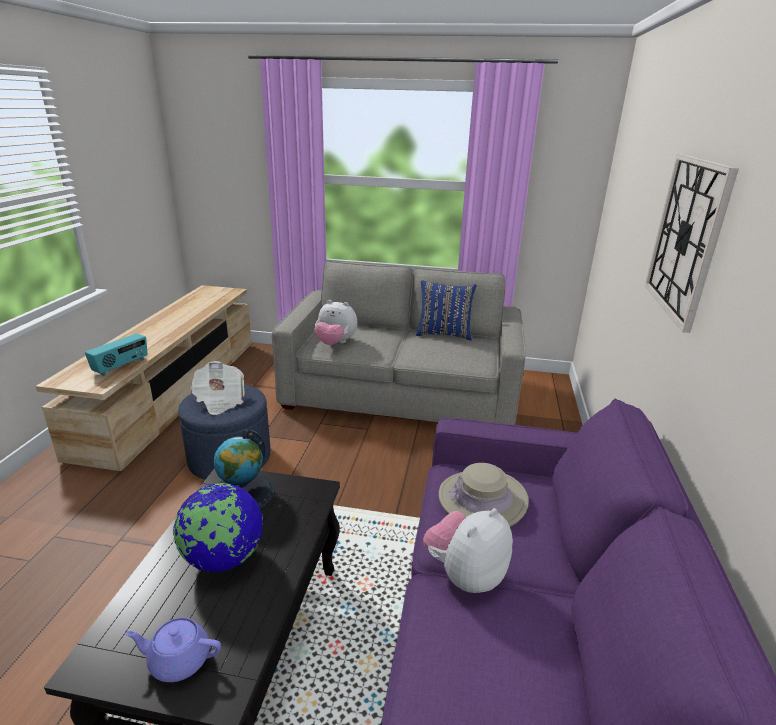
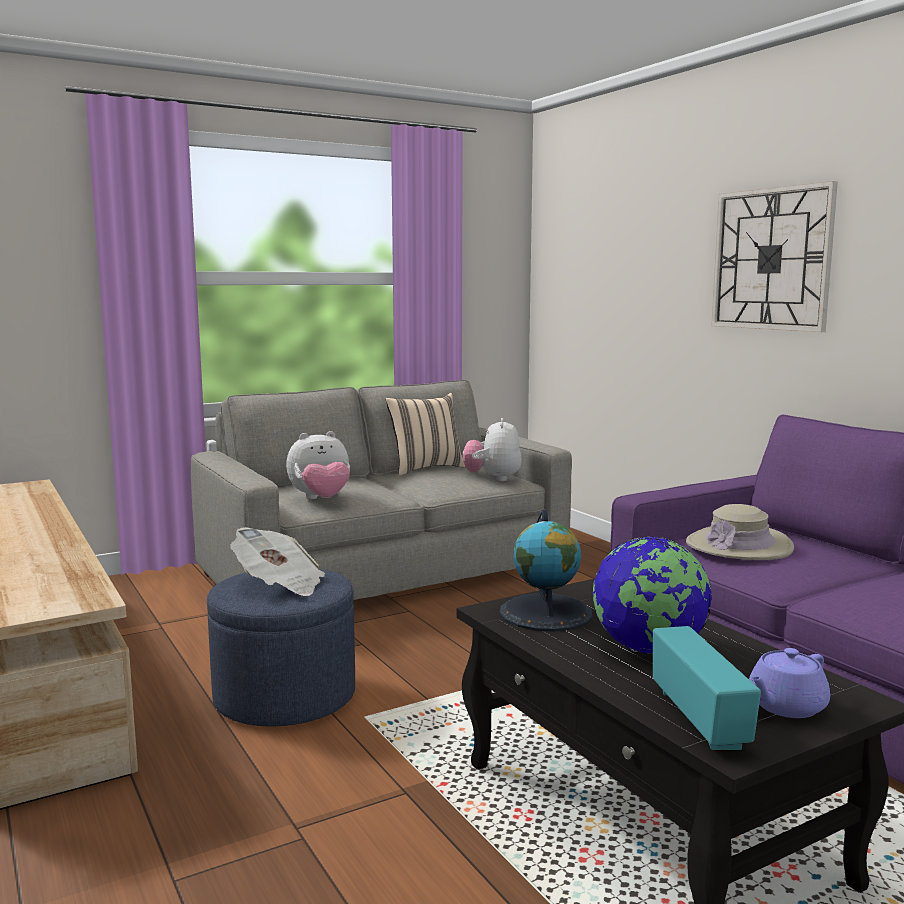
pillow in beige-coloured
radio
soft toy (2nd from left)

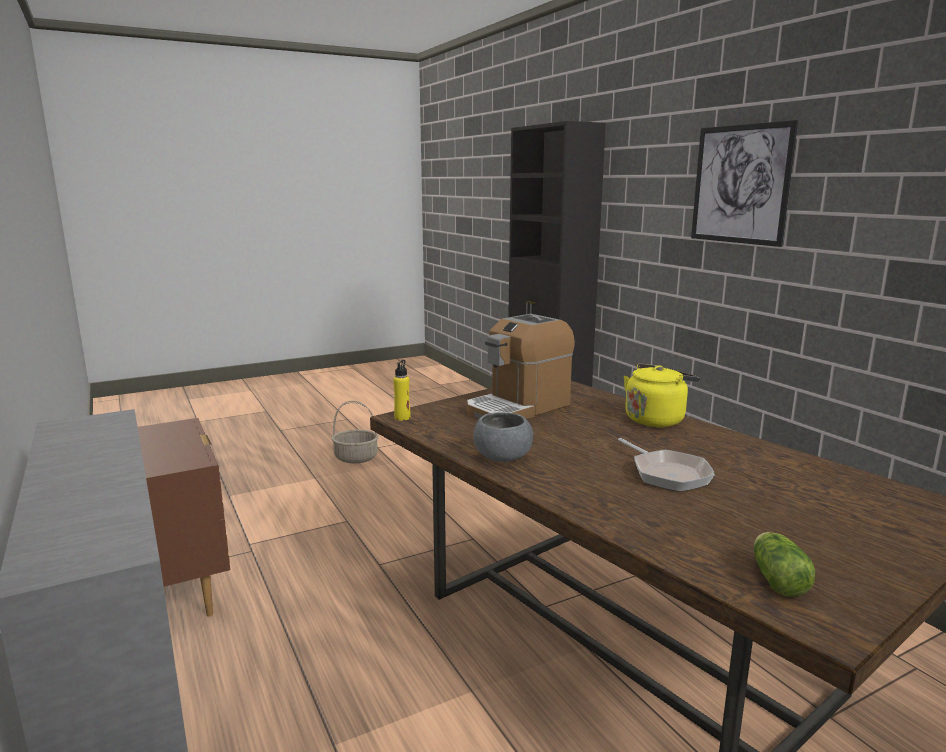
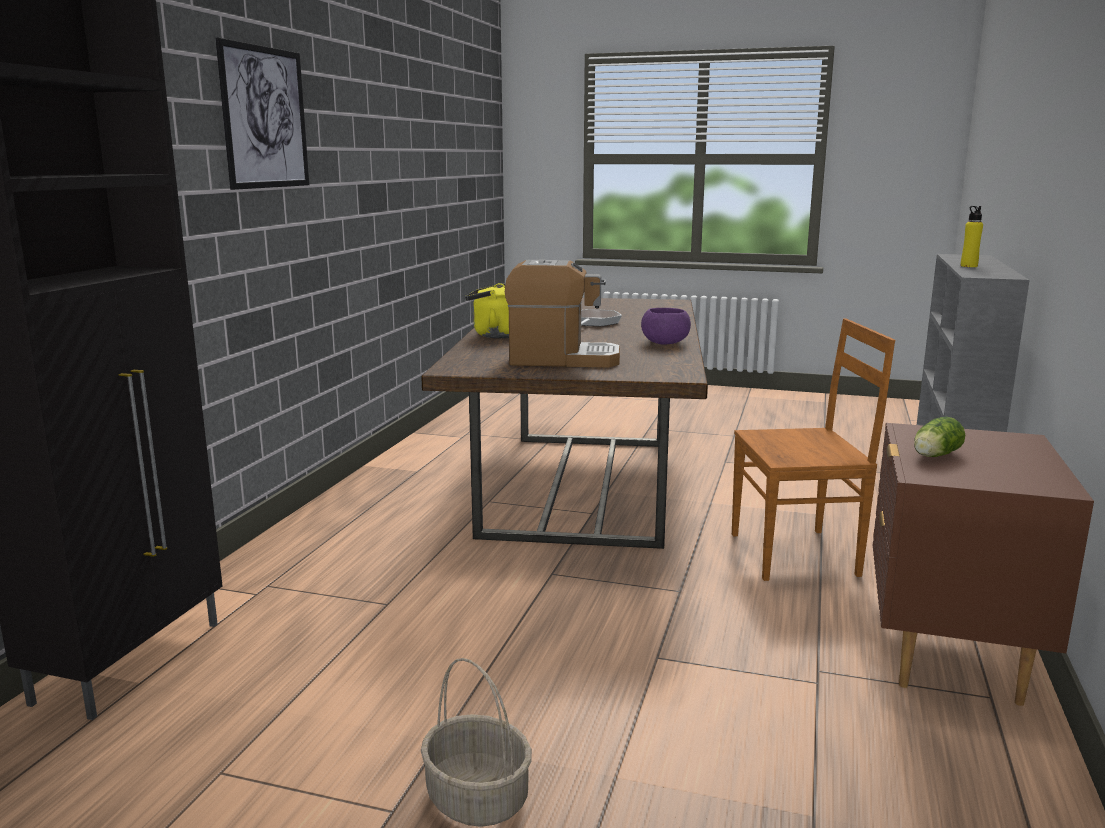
beverage bottle in yellowish
bowl in purplish
head of lettuce
upright chair in brownish

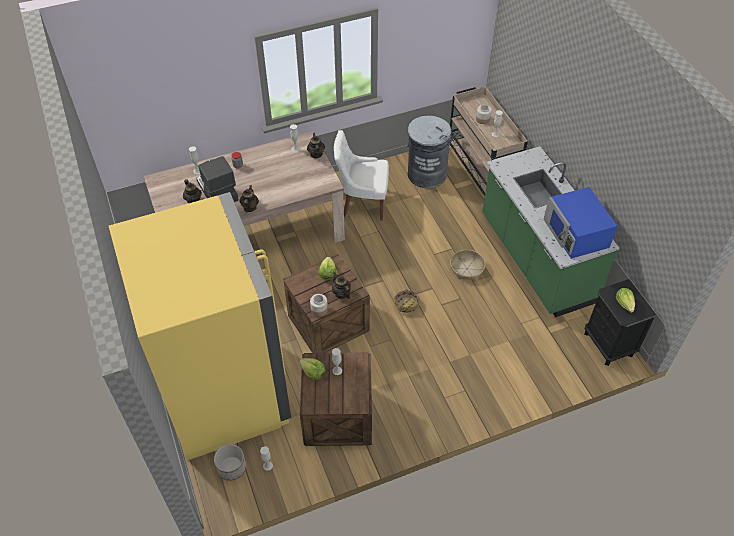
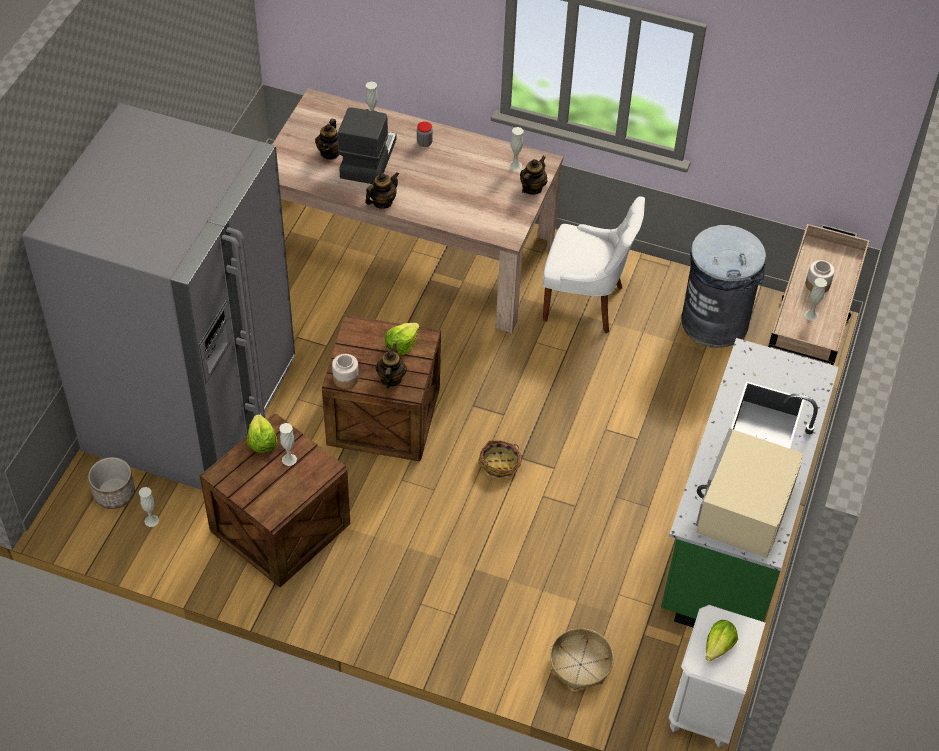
upright chair in white-coloured
microwave in beige-coloured
fridge in greyish
basket (2nd from left)
nightstand in white-coloured

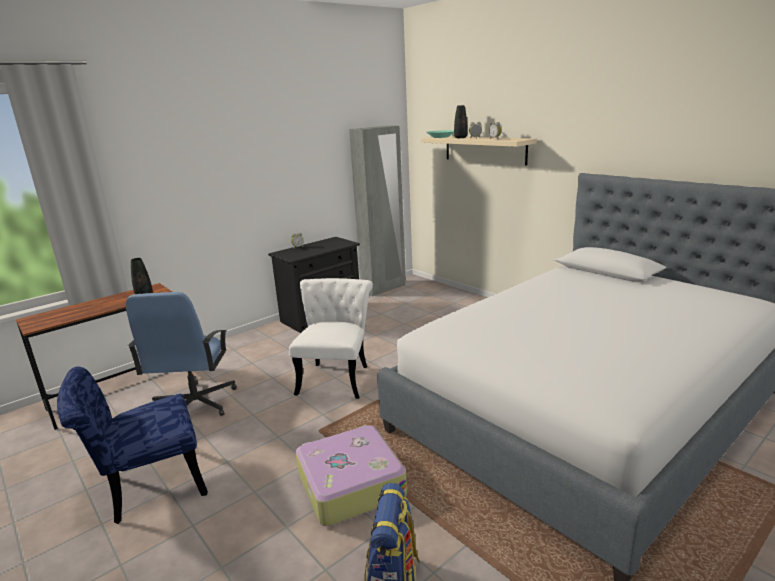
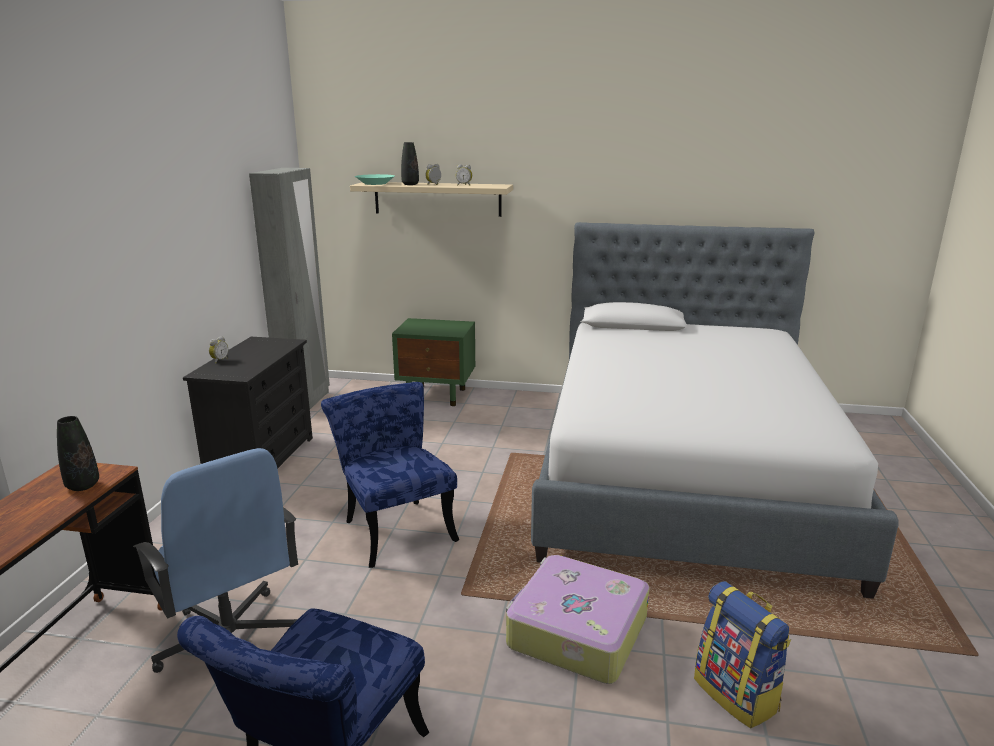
upright chair in bluish (2nd from left)
nightstand in green-coloured

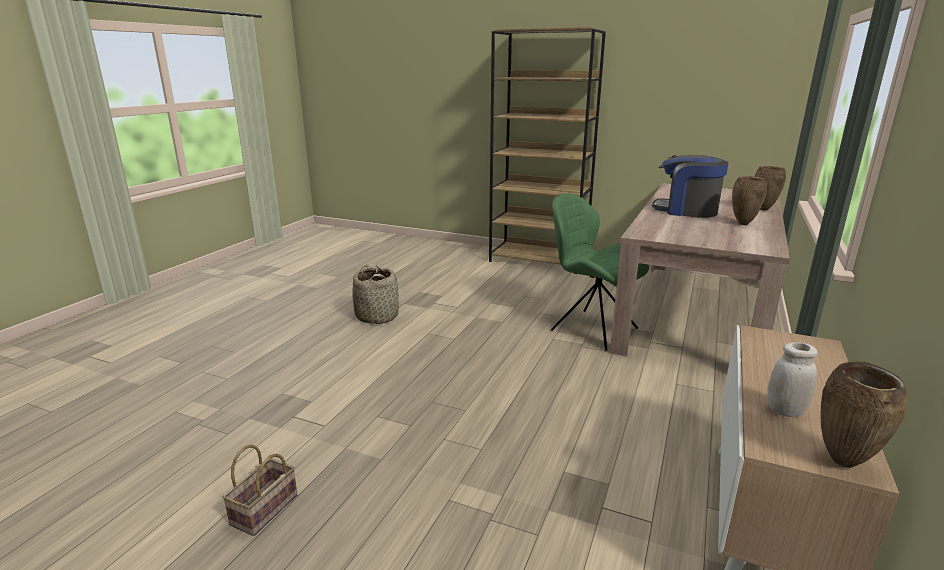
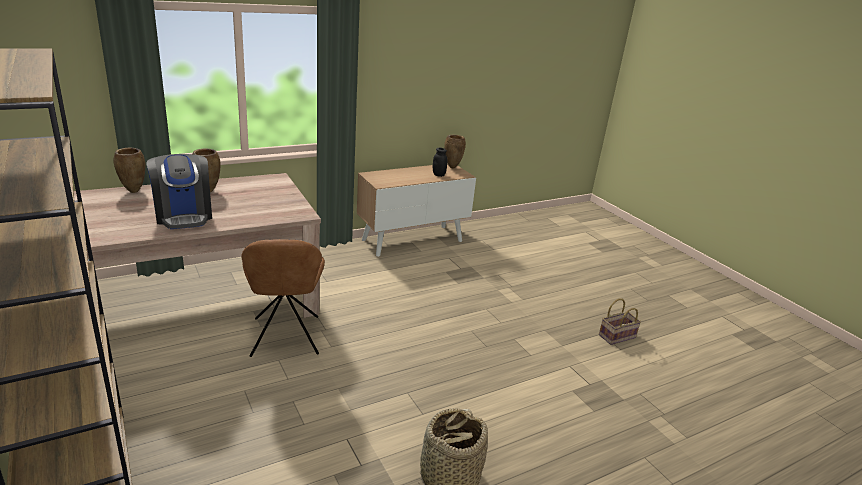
upright chair in brownish
storage jar in black-coloured

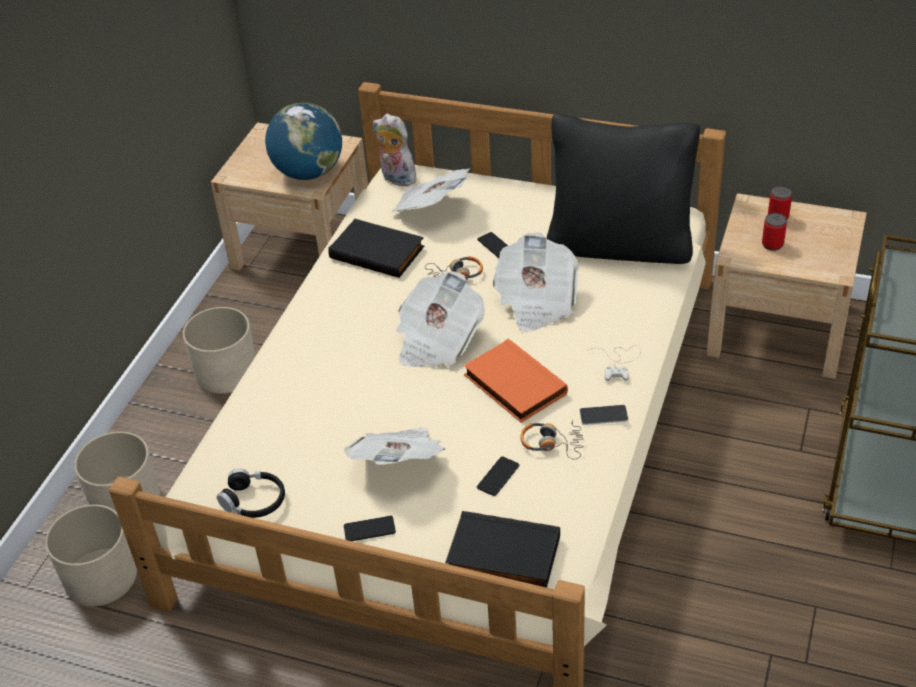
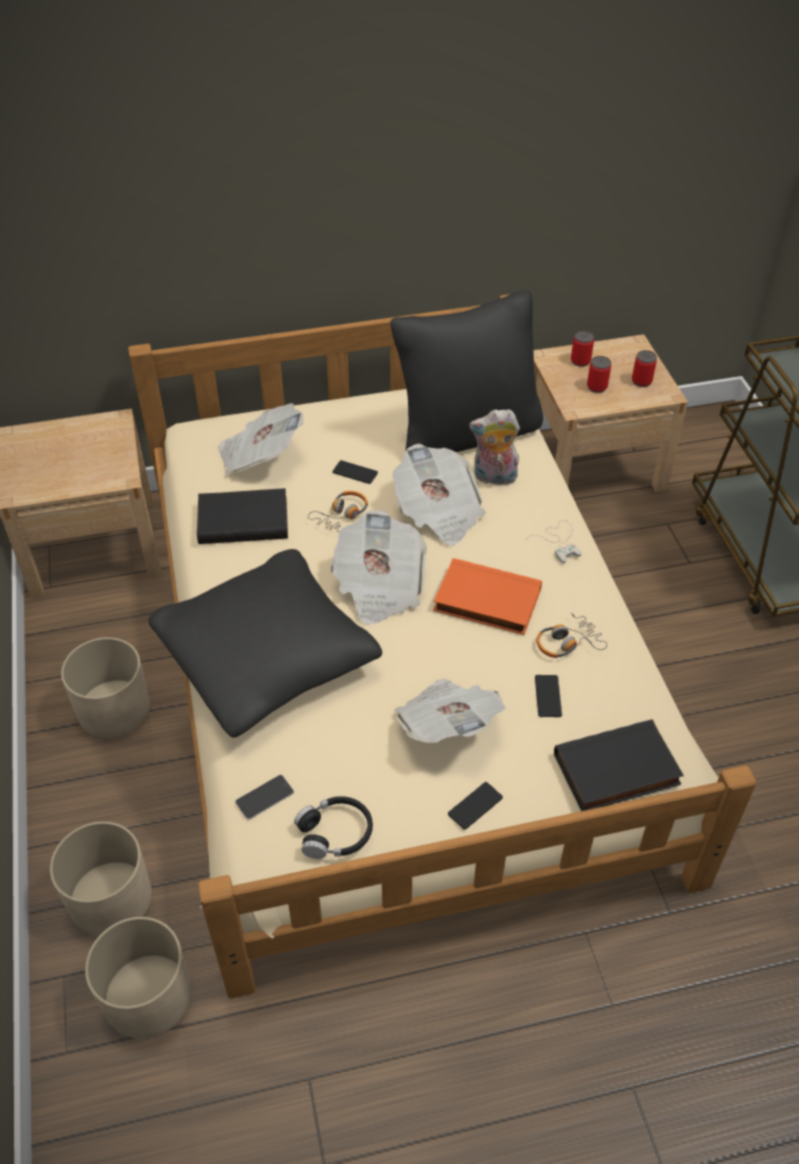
desk globe
soft toy
phone (1st from left)
can (3rd from left)
pillow in black-coloured (1st from left)

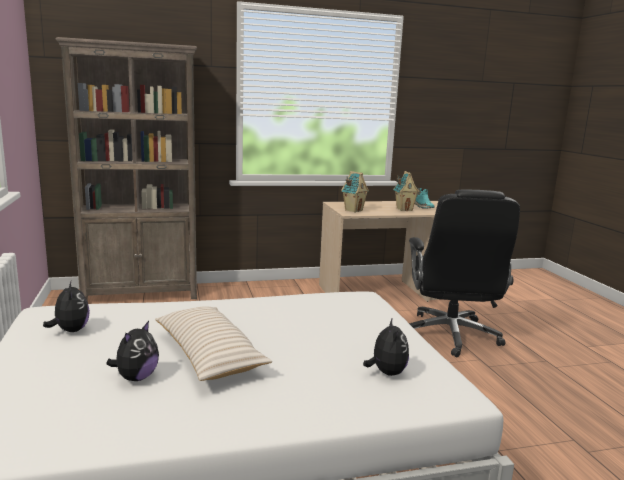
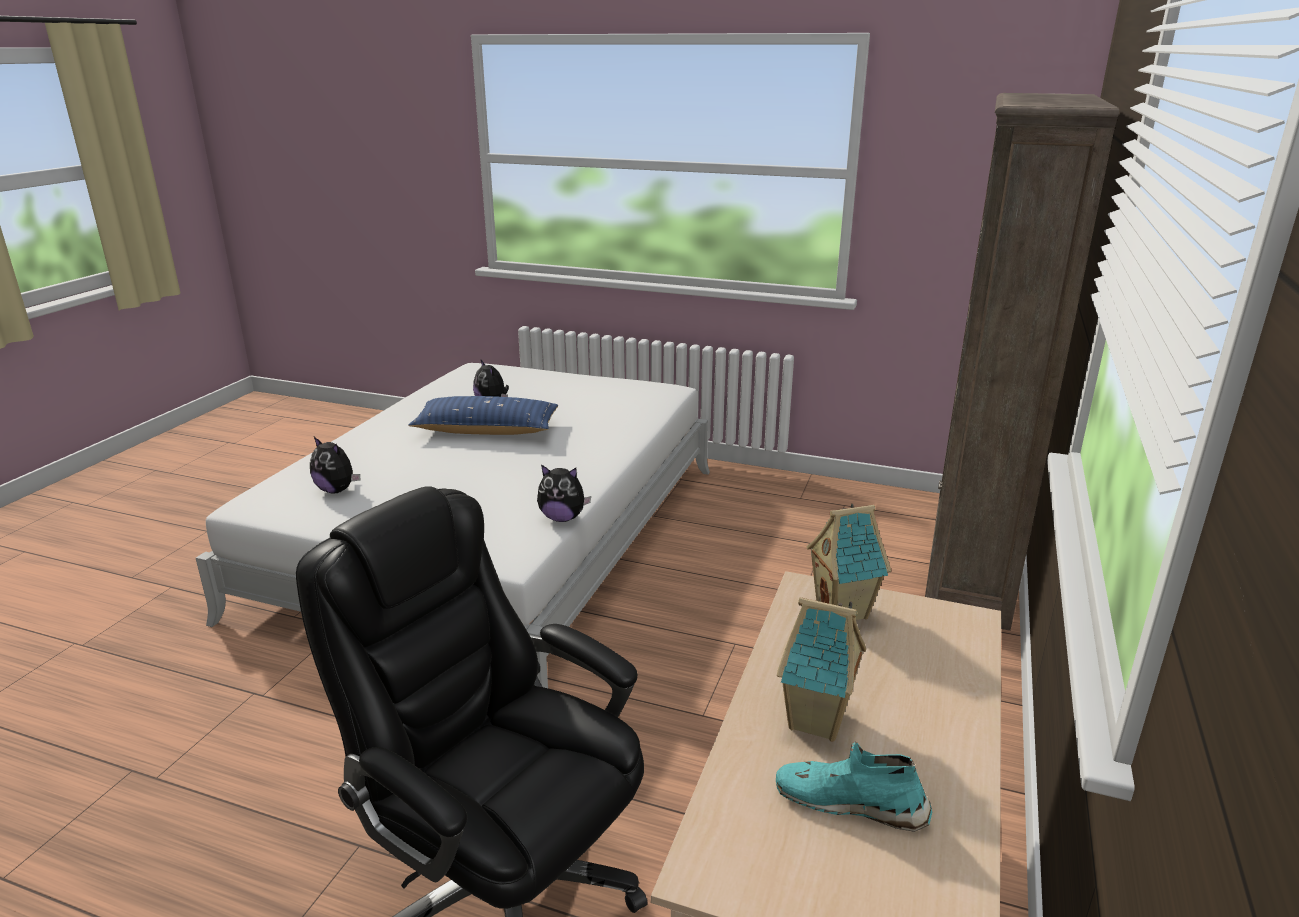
soft toy (3rd from left)
pillow in bluish

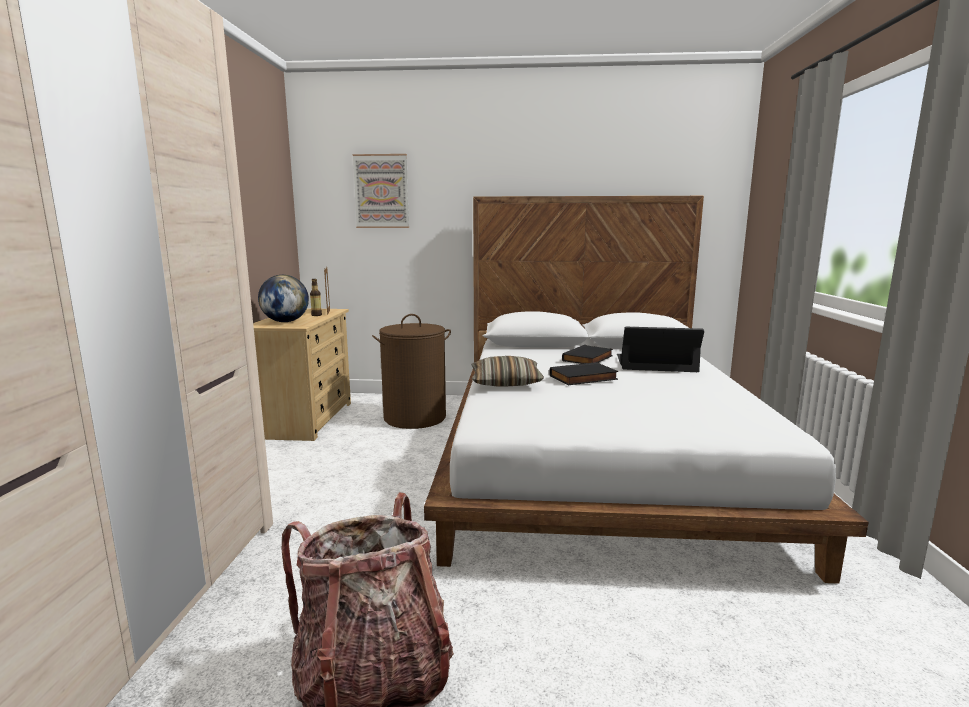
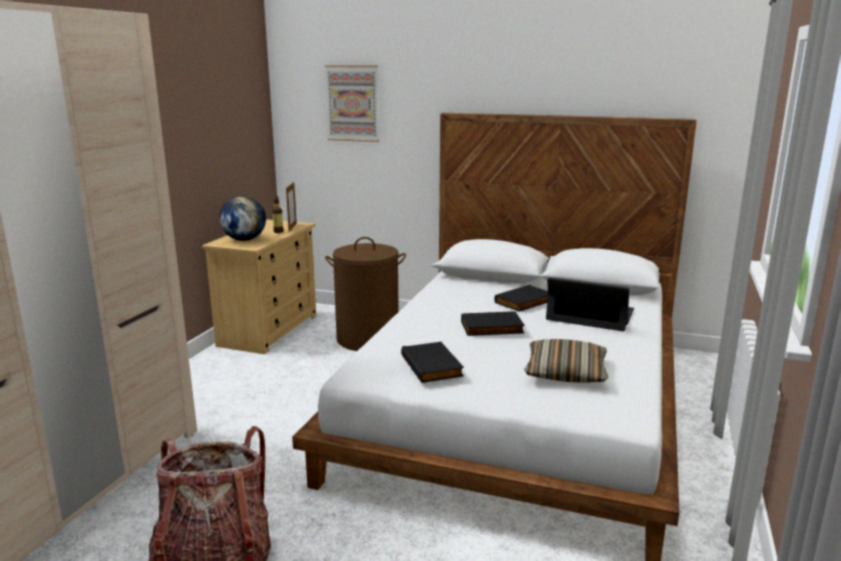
pillow
bound book in black-coloured (1st from left)

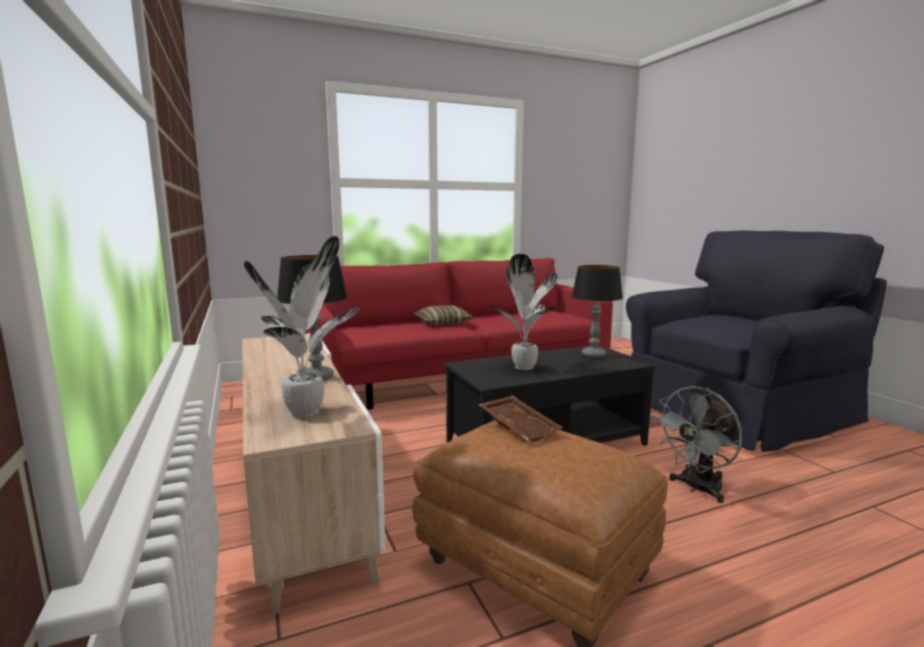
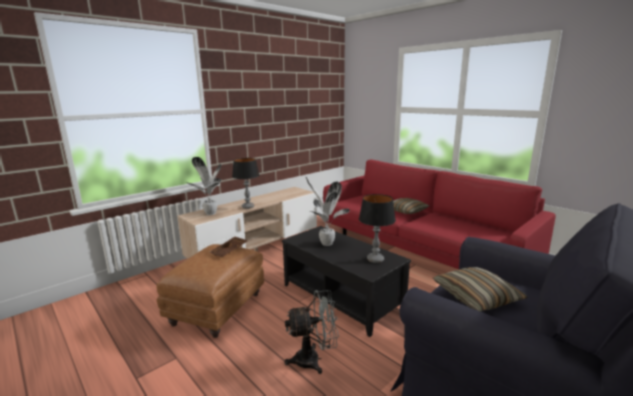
fan in greyish
pillow (2nd from left)

